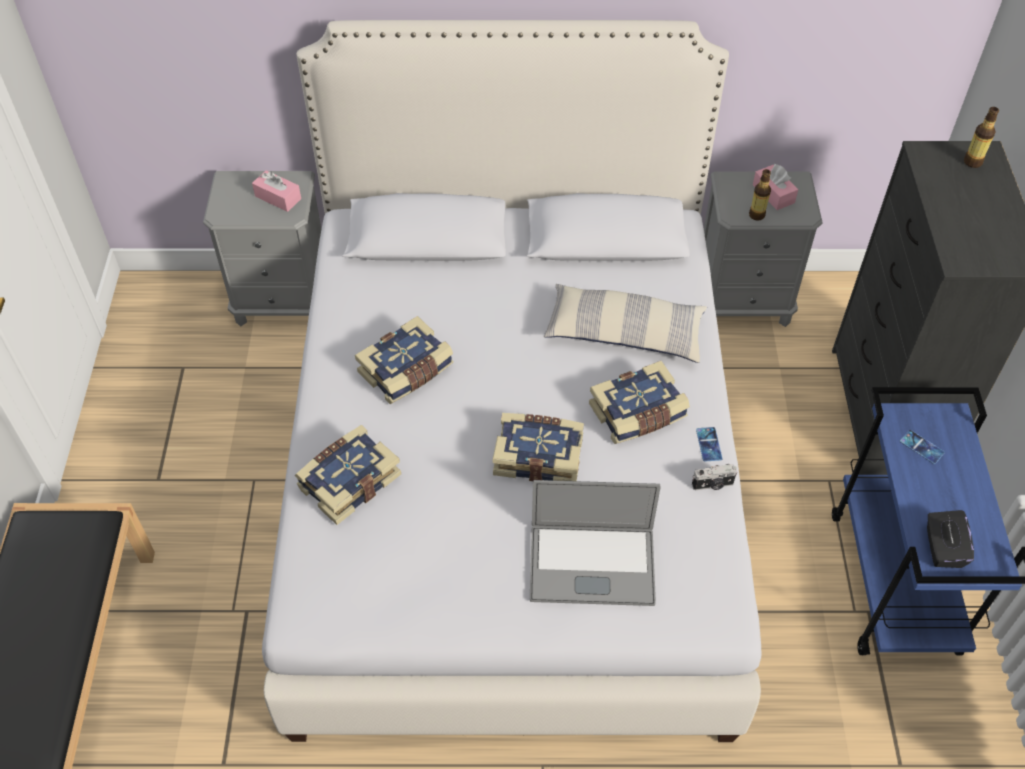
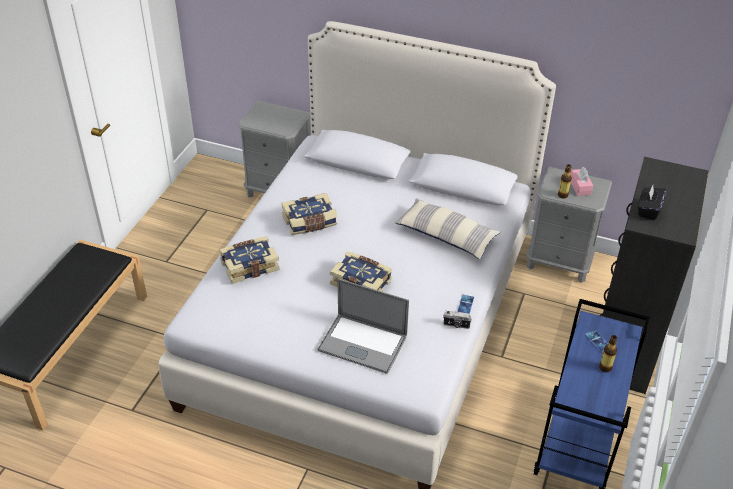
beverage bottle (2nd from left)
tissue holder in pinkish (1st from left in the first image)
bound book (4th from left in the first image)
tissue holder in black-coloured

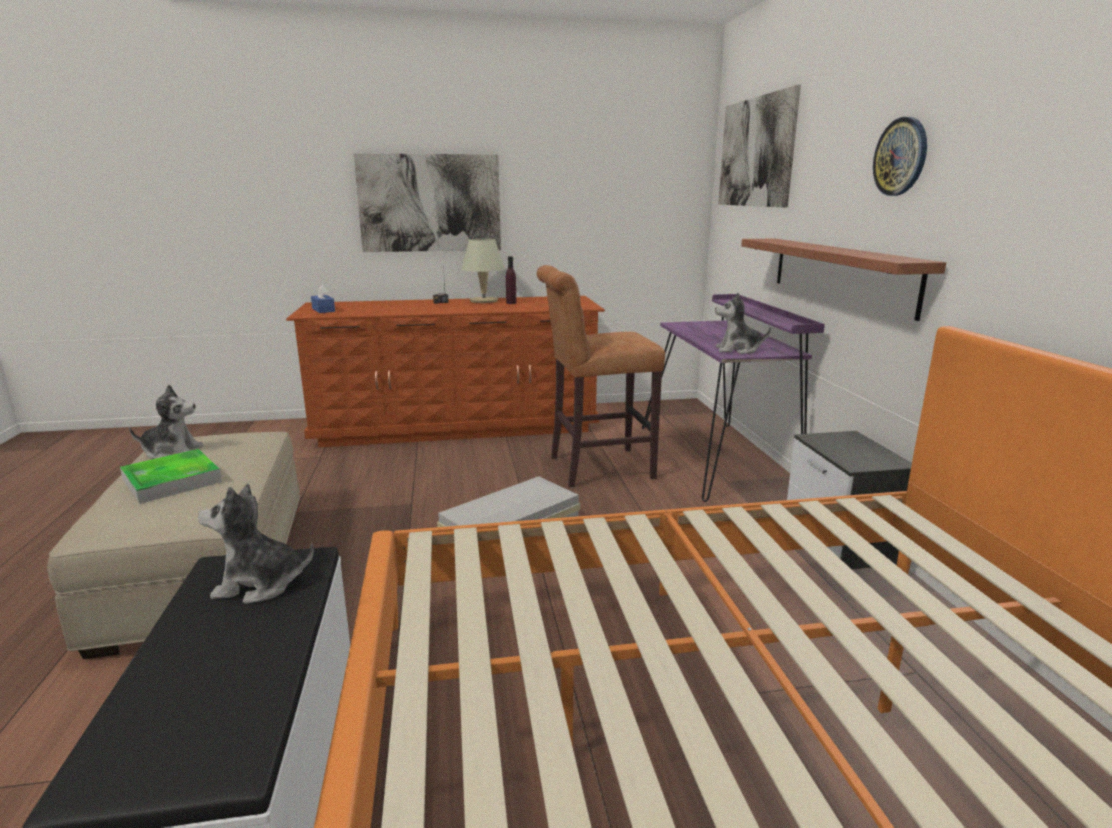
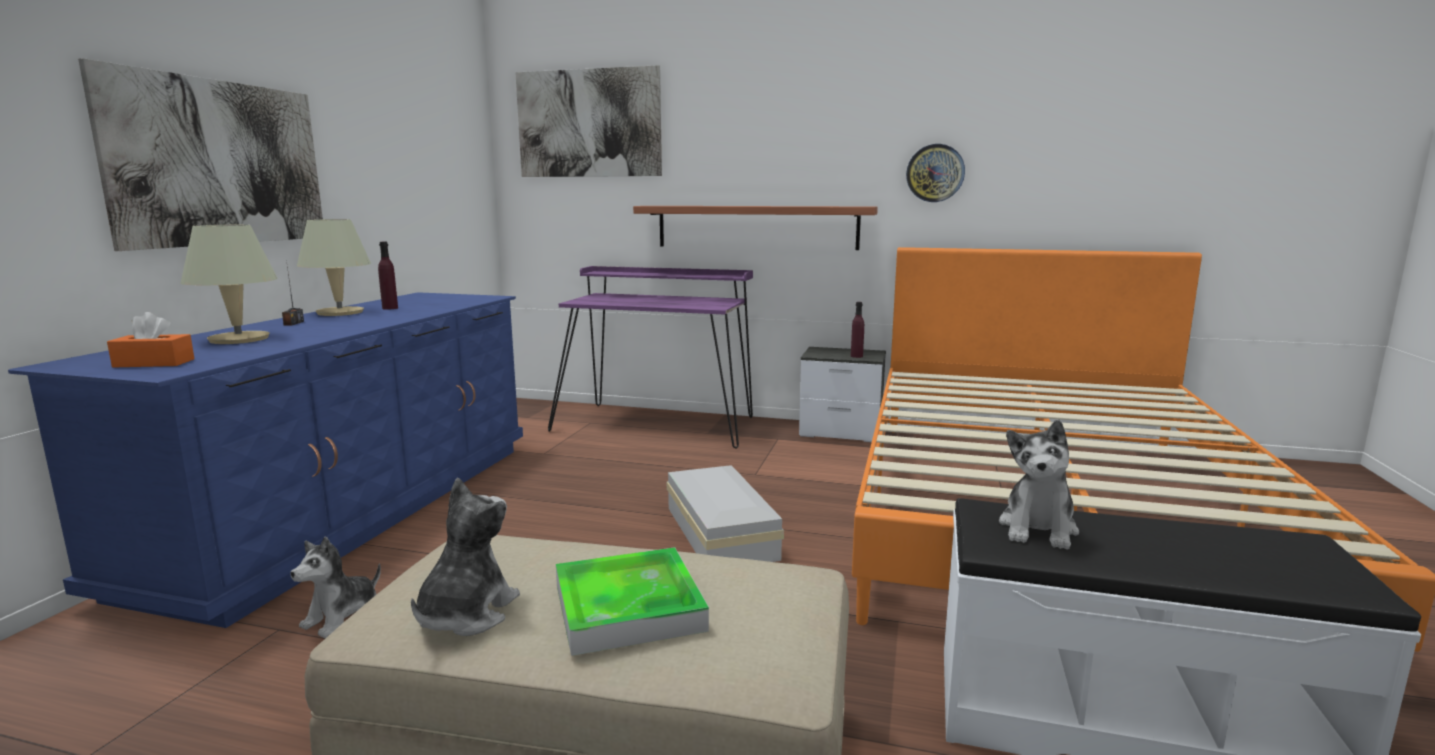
hanging clock
sitting stool in brownish
tissue holder in orange
soft toy (1st from left)
chest of drawers in bluish
lamp for a table in beige-coloured (1st from left)
beverage bottle in purplish (2nd from left)

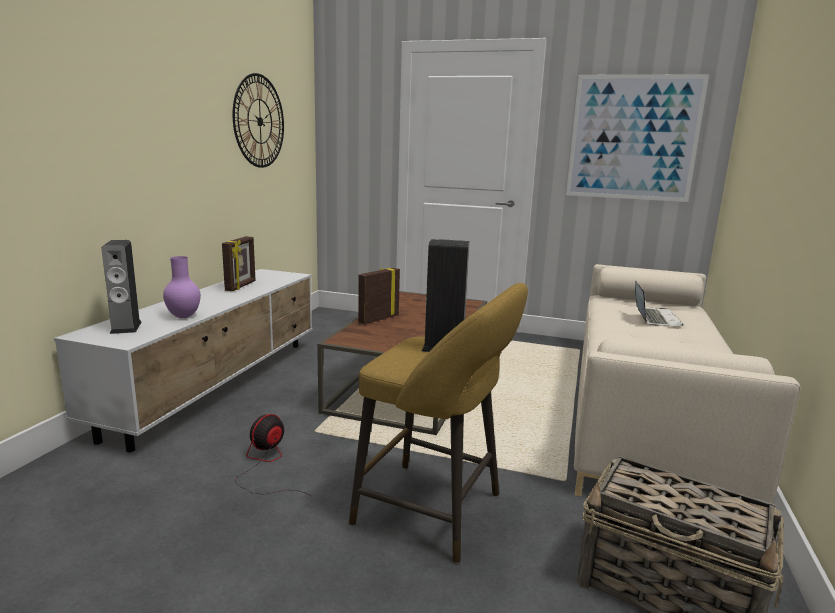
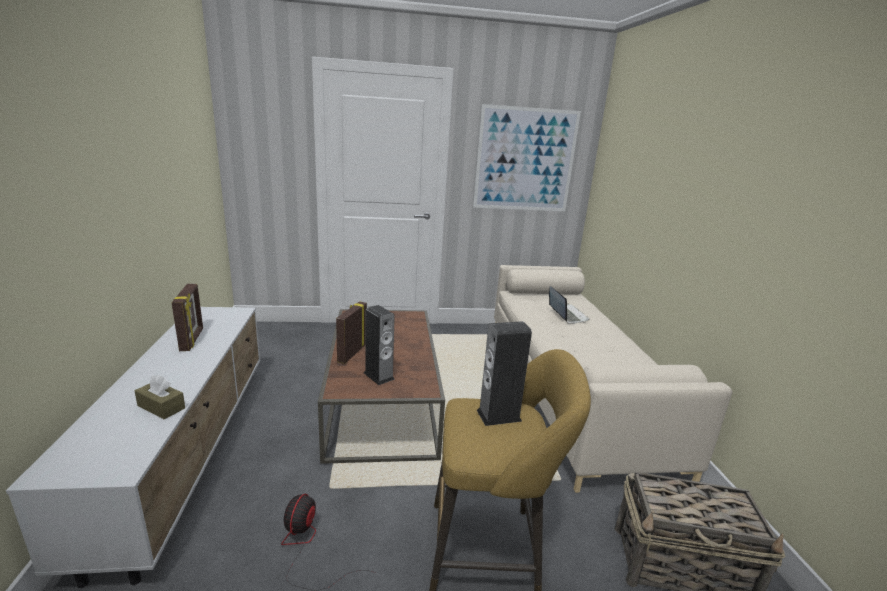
hanging clock
audio speaker (1st from left)
tissue holder in brownish

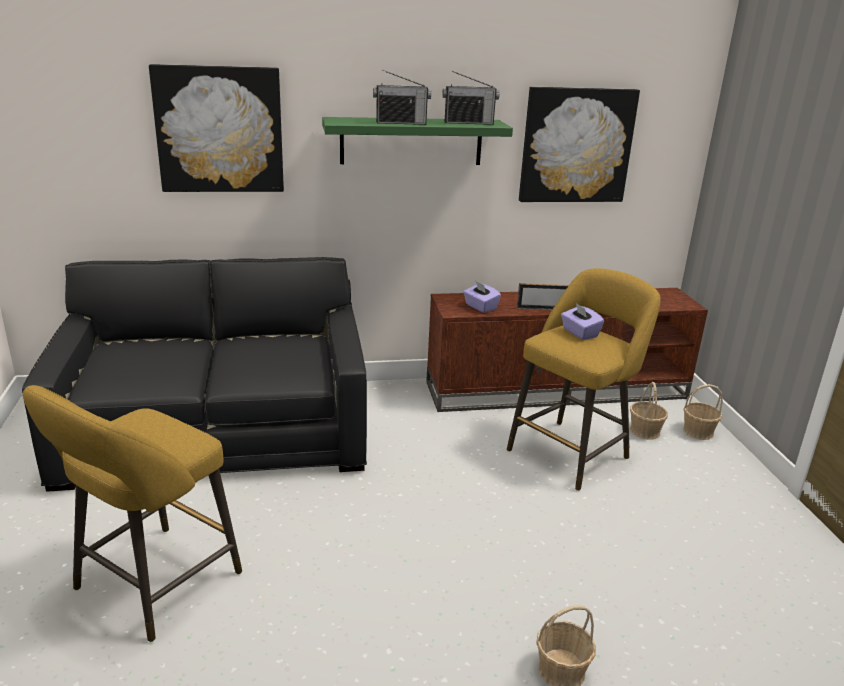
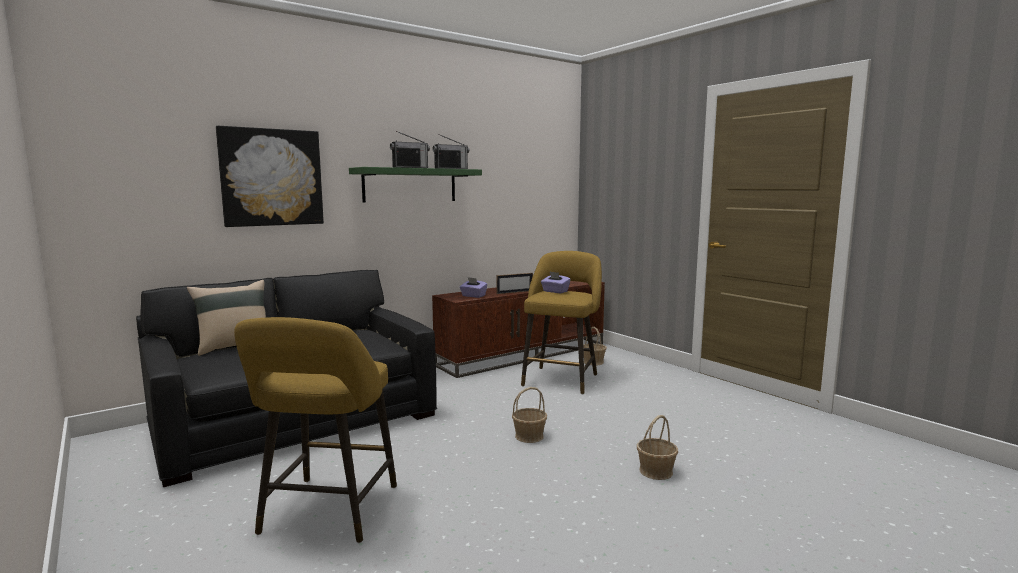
wall picture (2nd from left in the first image)
basket (1st from left)
pillow in beige-coloured

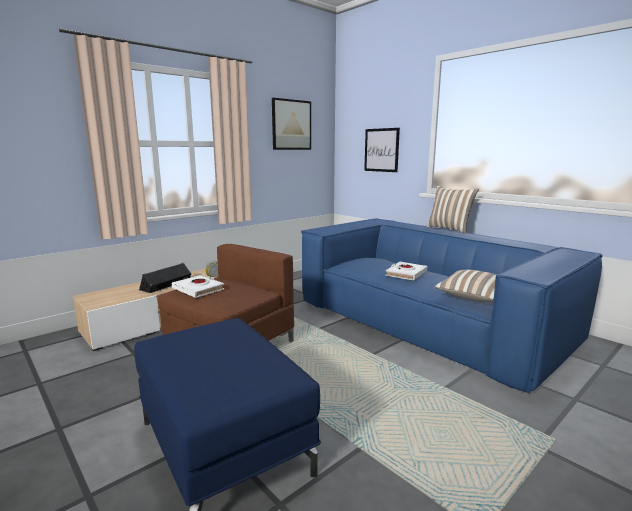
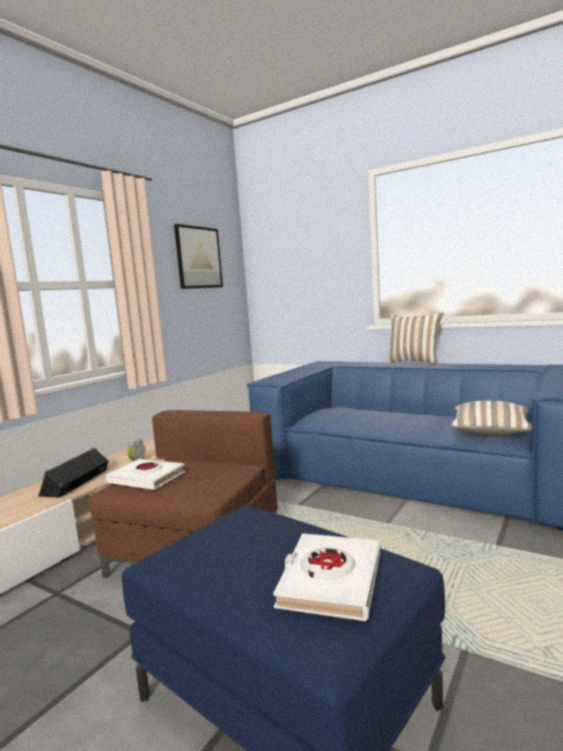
wall picture (2nd from left in the first image)
bound book in white-coloured (2nd from left)

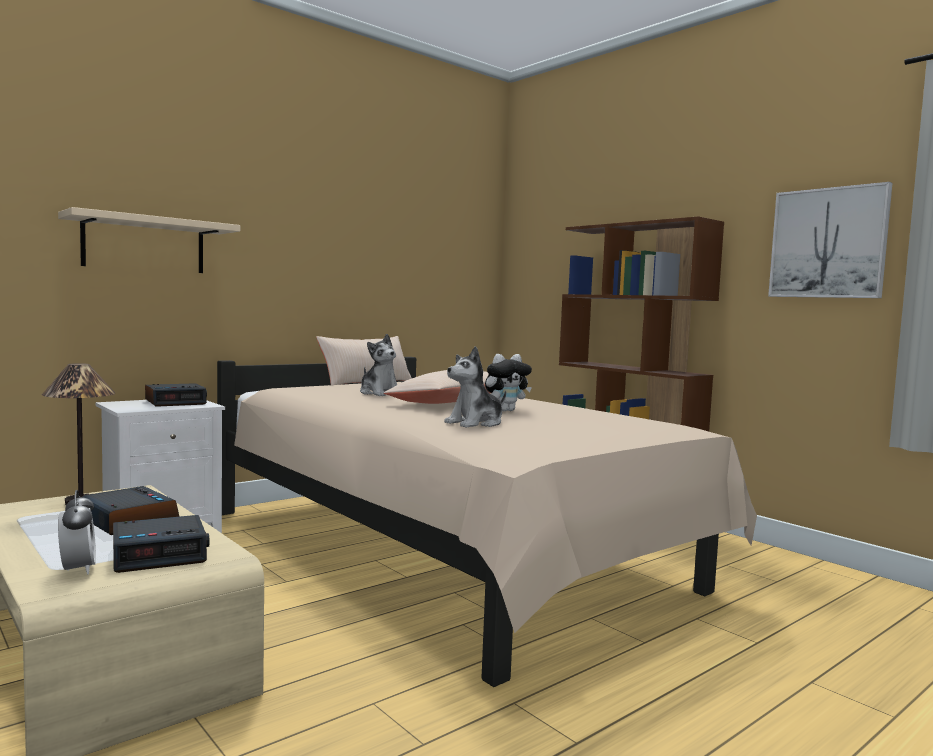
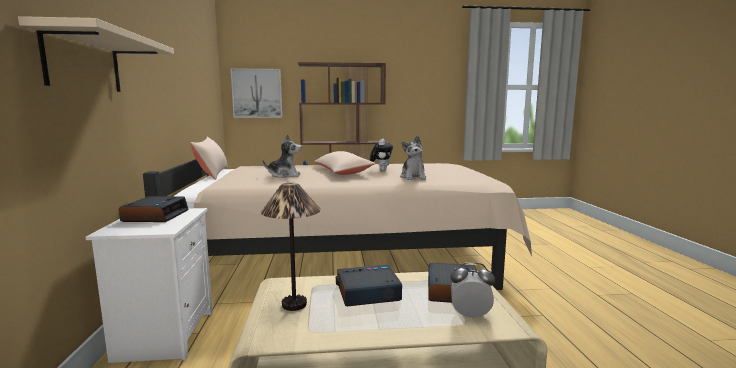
wall picture

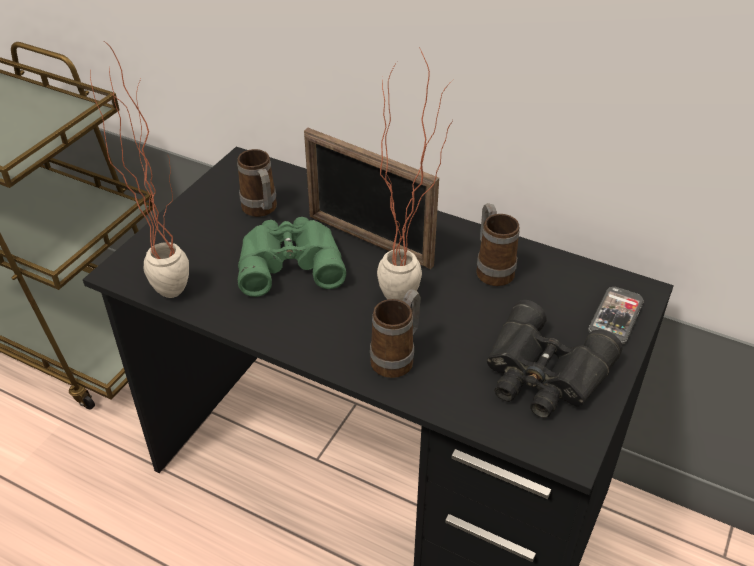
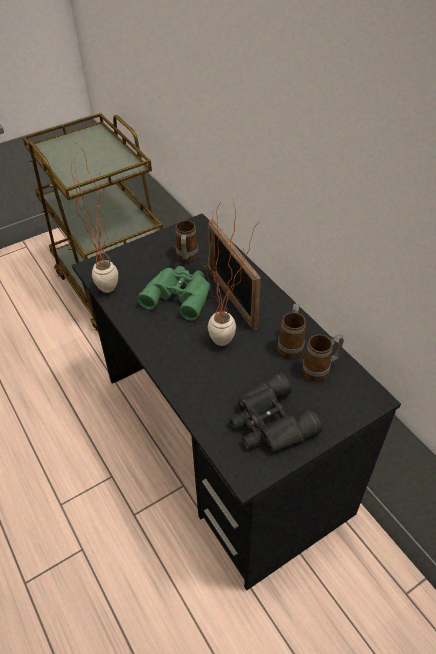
phone
tea mug (3rd from left)

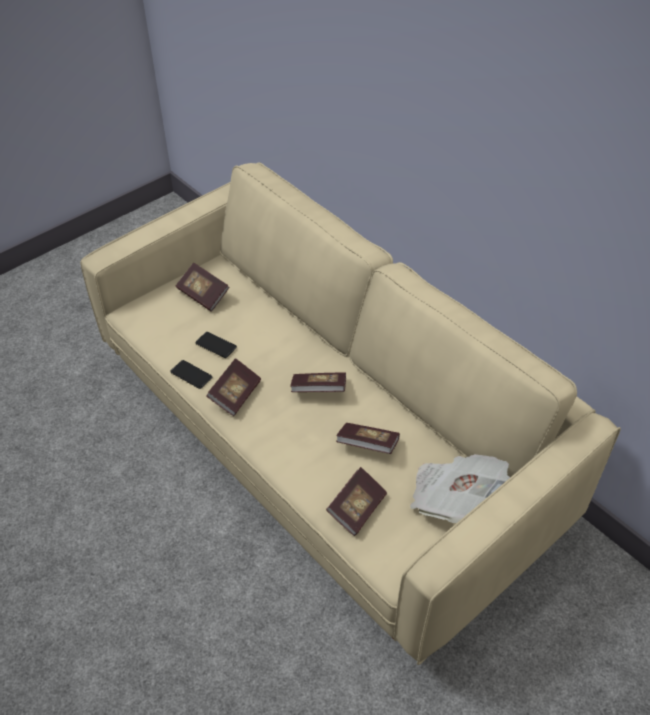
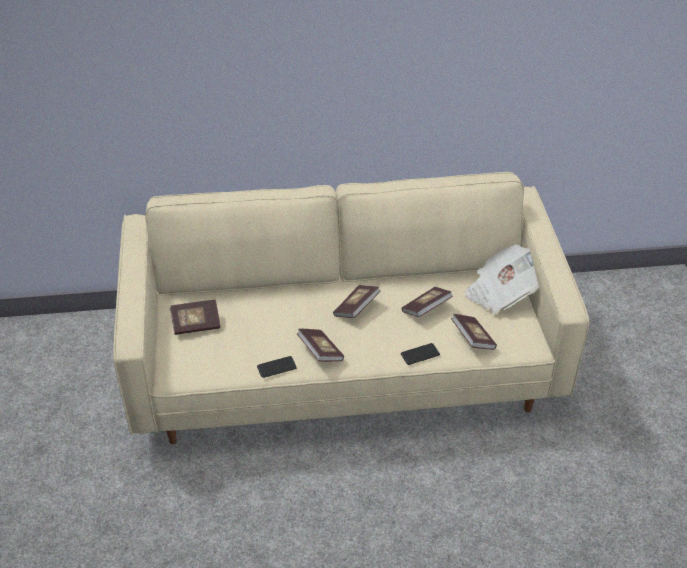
phone (2nd from left)

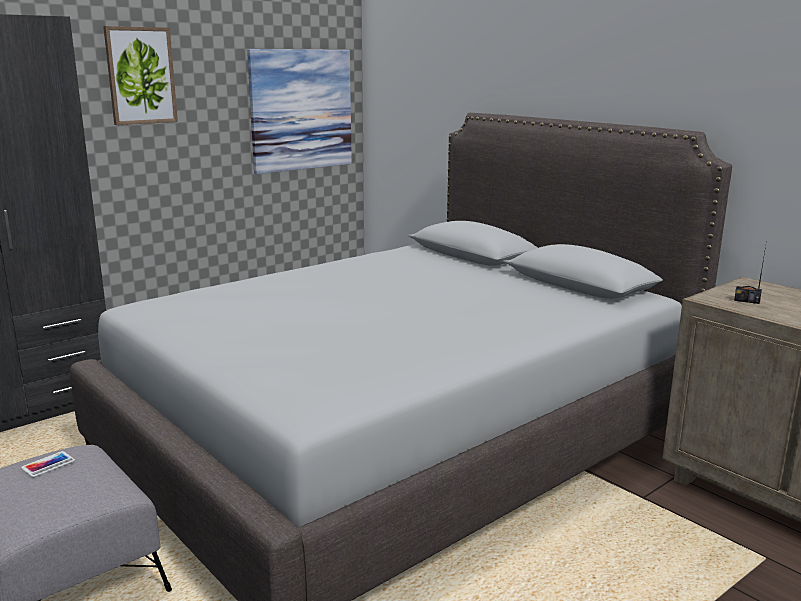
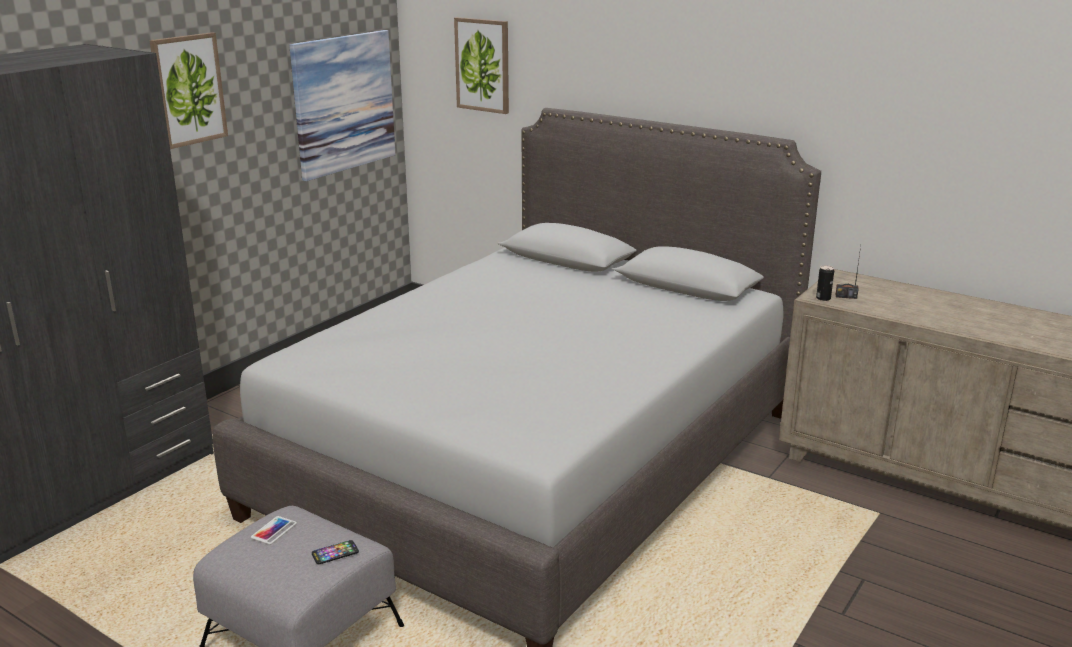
wall picture (3rd from left)
can
phone (2nd from left)

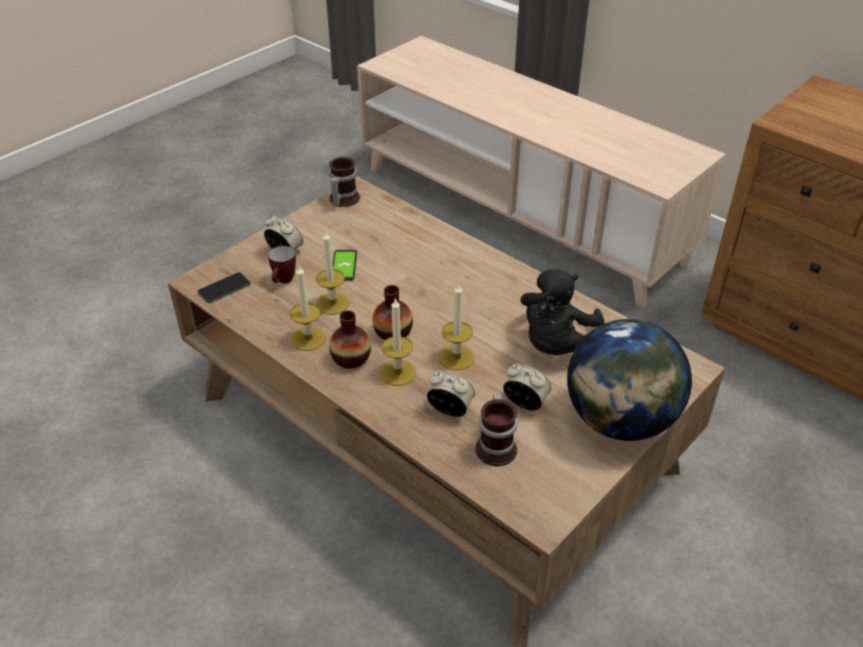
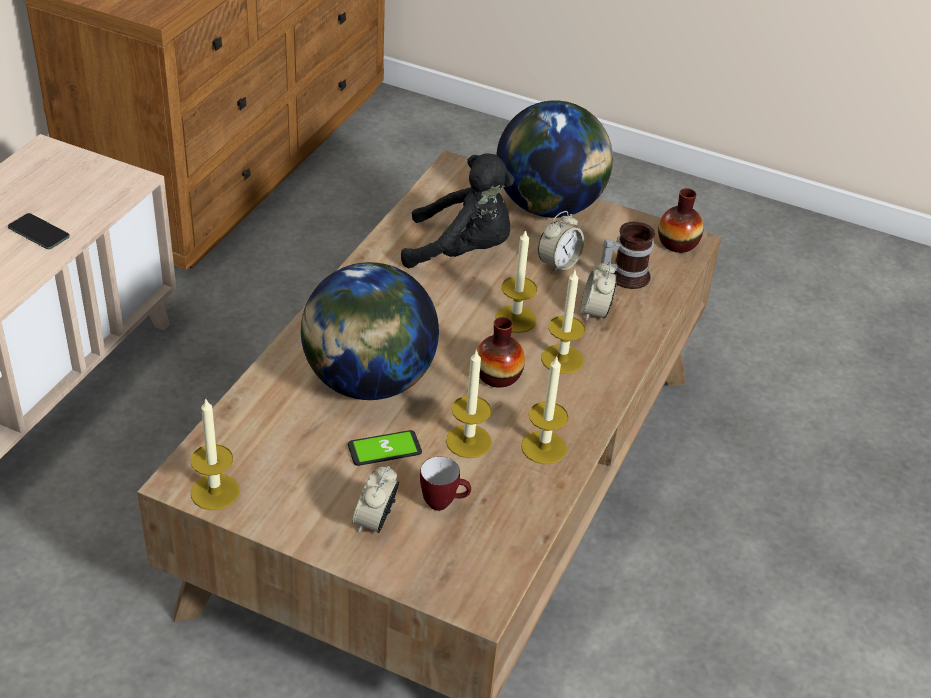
wax candle (1st from left)
phone (1st from left)
vase (2nd from left)
alarm clock (2nd from left)
desk globe (1st from left)

